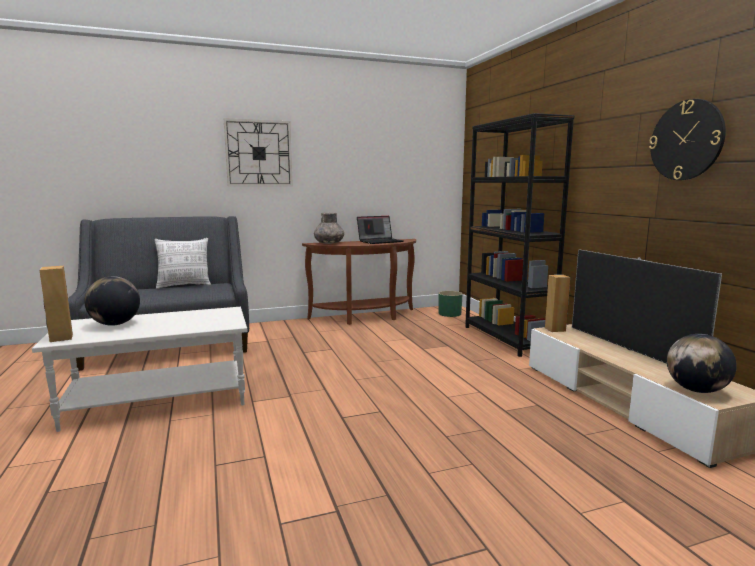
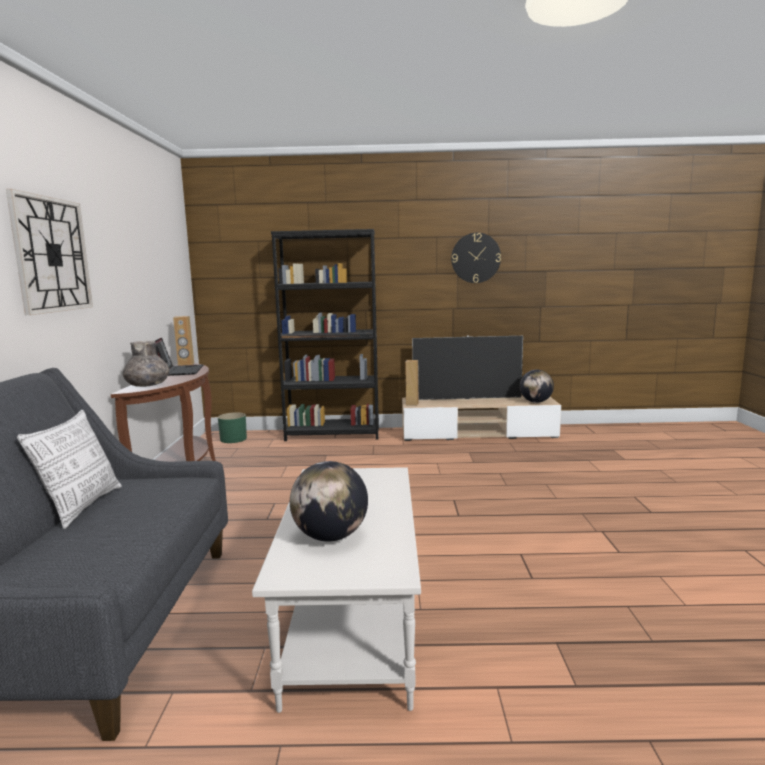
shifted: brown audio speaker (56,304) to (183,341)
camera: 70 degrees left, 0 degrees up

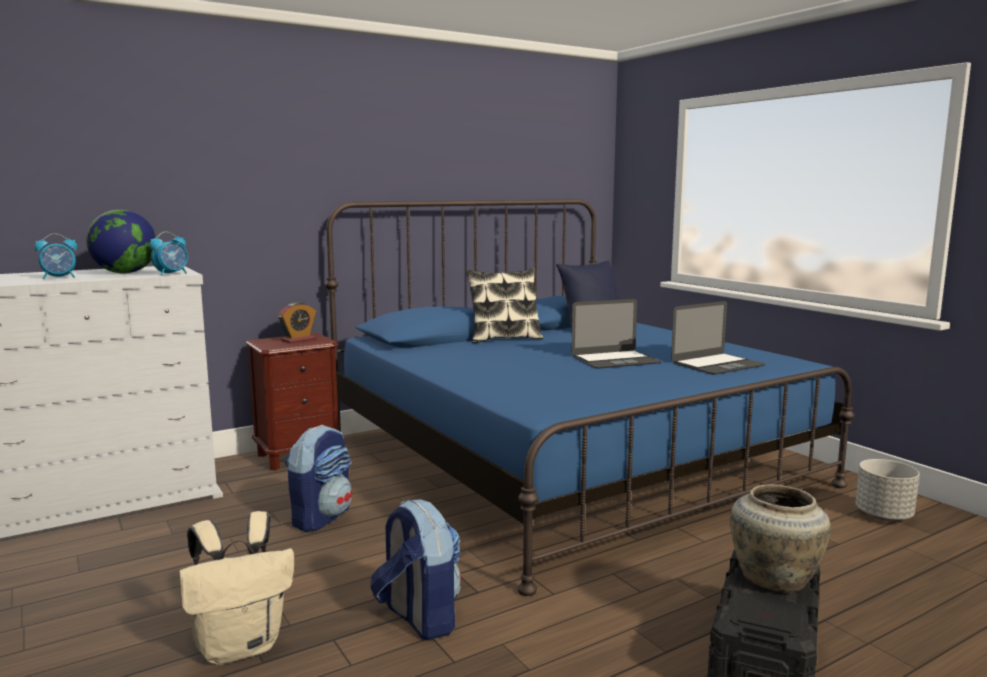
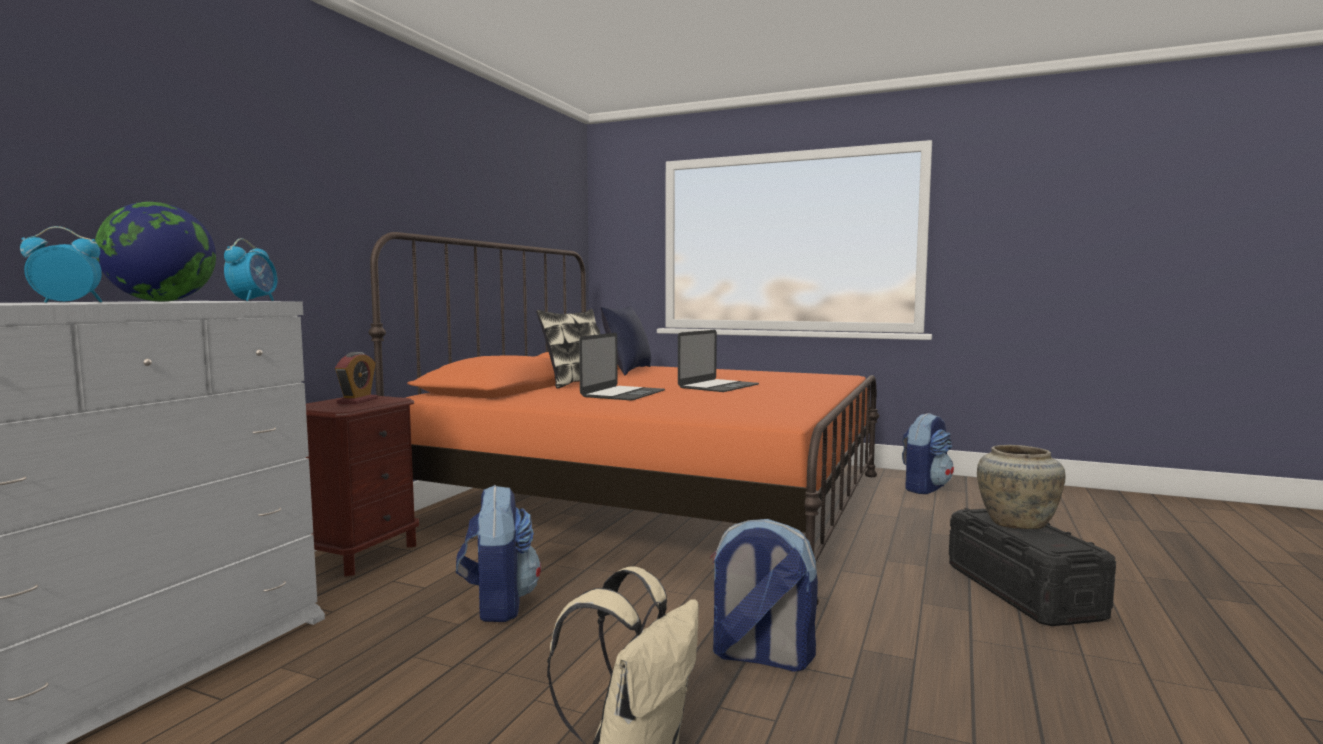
shifted: portable computer (718,337) to (622,366)
swapped: gray flower pot (887,490) to backpack (928,453)
repainted: blue-coloured bedroom bed (589,397) to orange-coloured bedroom bed (623,418)
rotated: bedside clock (56,256) = (61,264) 135 degrees counterclockwise
camera: 35 degrees left, 5 degrees down

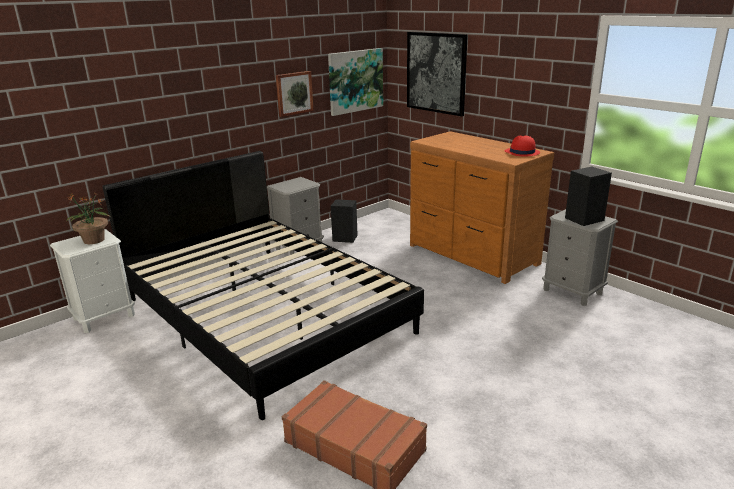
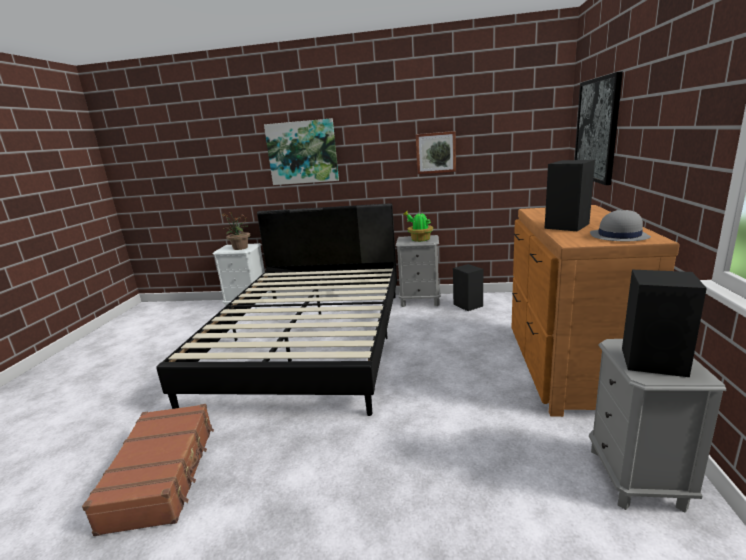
new: plant in a pot (418,226); black audio speaker (570,195)
shifted: picture (355,82) to (301,151)
repainted: red-coloured clothing hat (522,146) to gray clothing hat (620,225)
camera: 50 degrees right, 5 degrees down

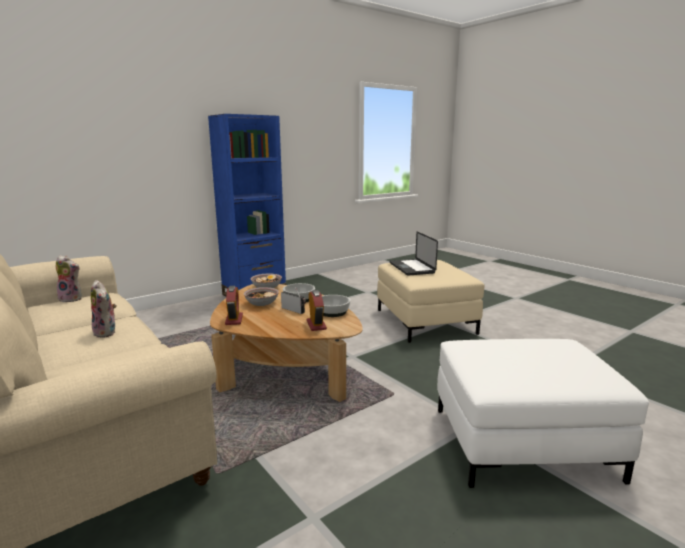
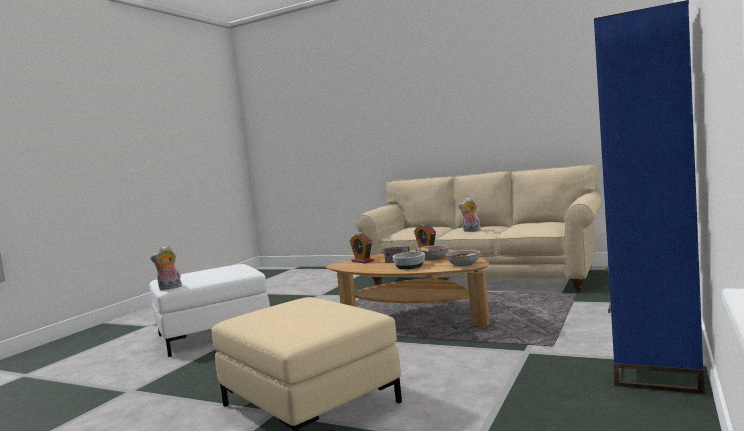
gone: deep dish (336,306); portable computer (414,253)
shifted: soft toy (68,278) to (166,267)
camera: 155 degrees right, 10 degrees down

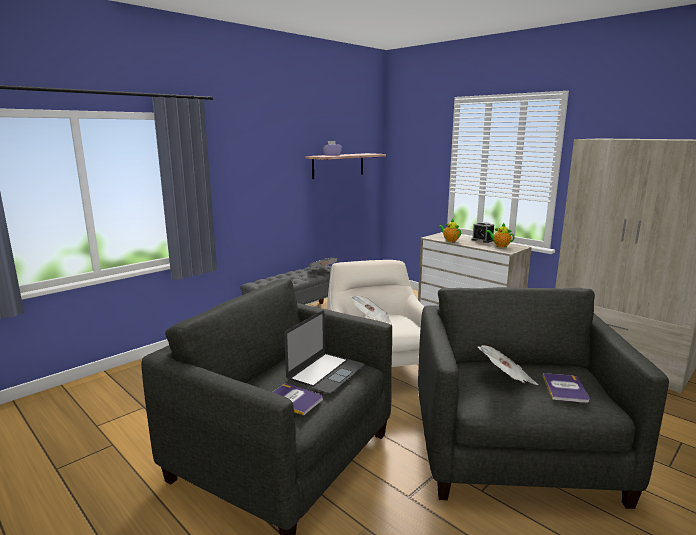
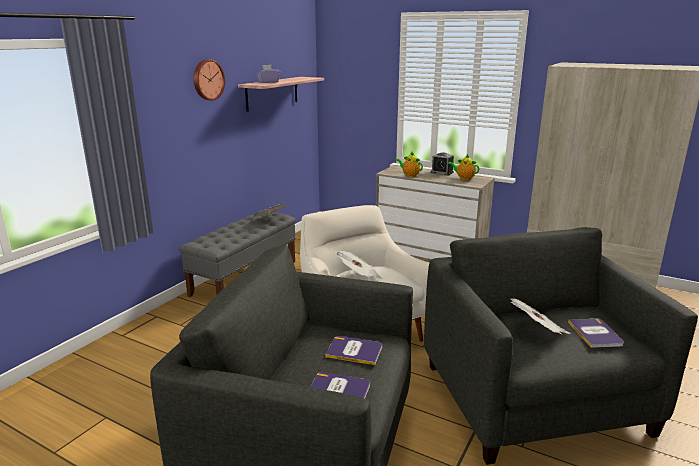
new: wall clock (209,80)
swapped: portable computer (324,352) to book (353,350)
camera: 15 degrees left, 5 degrees up

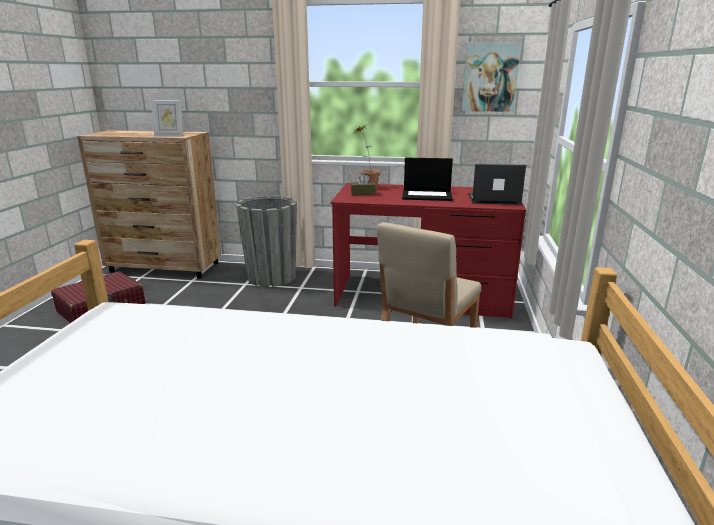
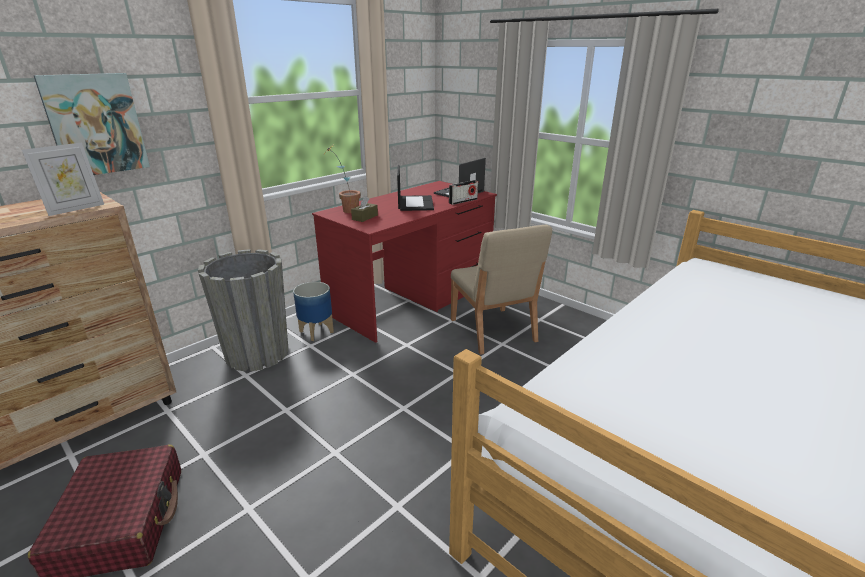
new: flower pot (313,311); radio set (463,192)
shifted: picture (491,77) to (91,124)
rotated: portable computer (427,179) = (415,188) 45 degrees counterclockwise
camera: 55 degrees left, 5 degrees up

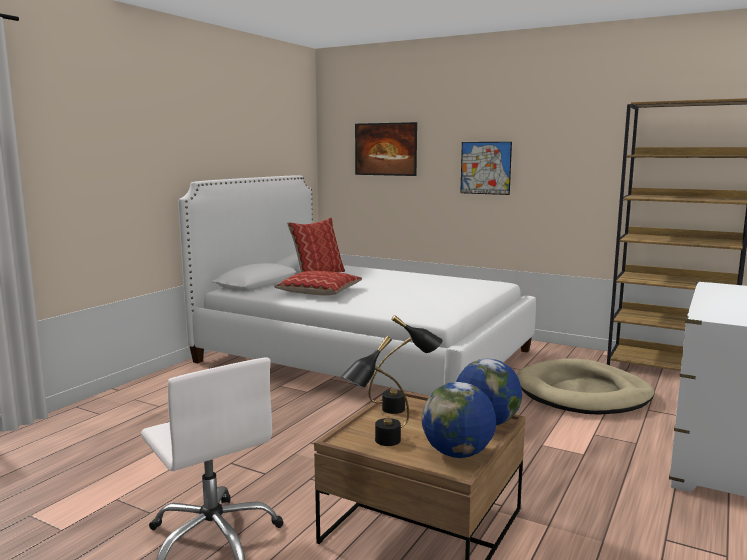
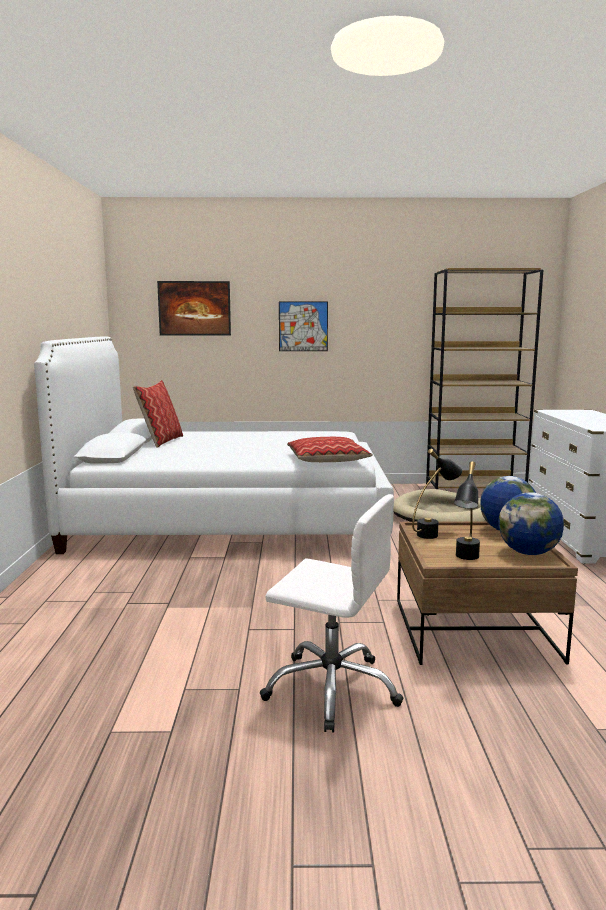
shifted: cushion (318,283) to (330,449)
camera: 30 degrees left, 0 degrees up

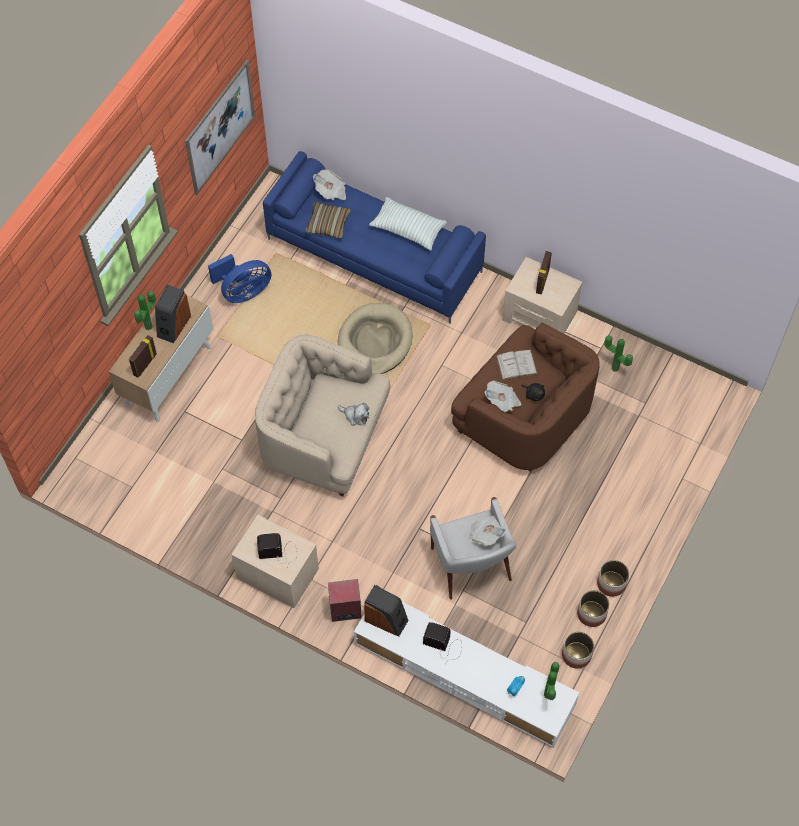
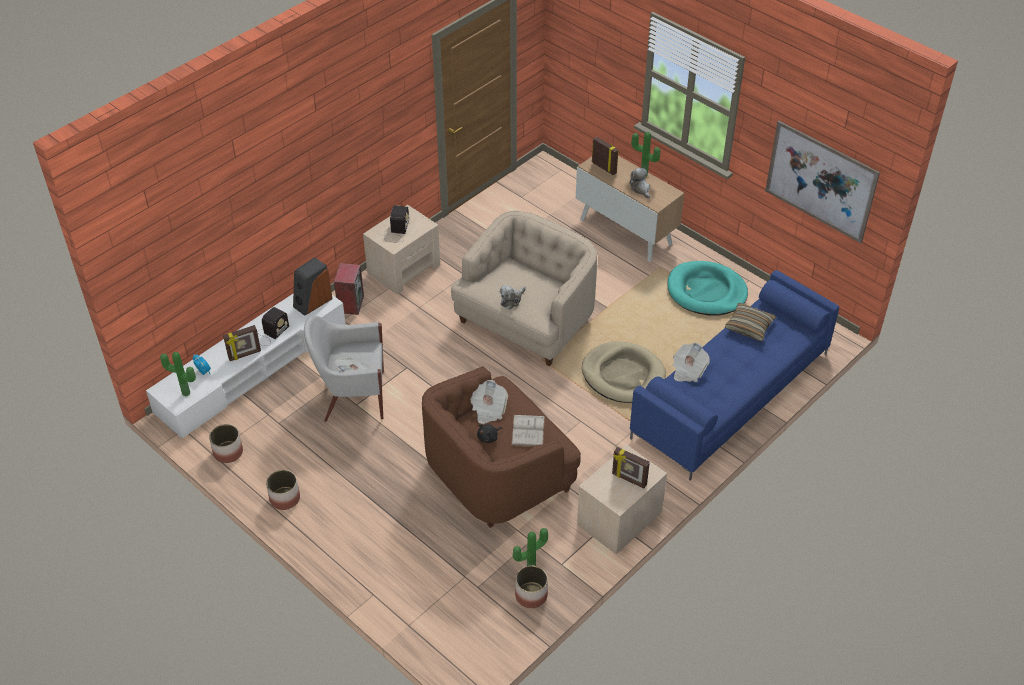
gone: cushion (408,224)
new: standing frame (242,343)
shifted: flower pot (593,608) to (531,587); printed paper (329,184) to (691,362)
swapped: audio speaker (173,314) to soft toy (640,183); blue-coloured electric fan (239,278) to blue-green dog cushion (708,288)
camera: 105 degrees right, 15 degrees down

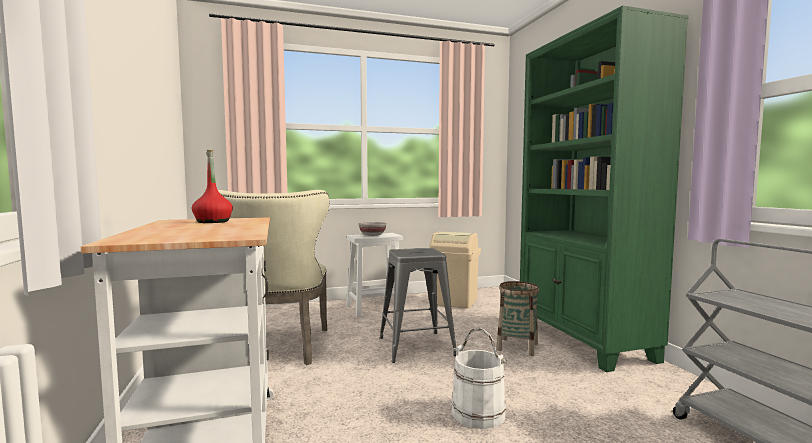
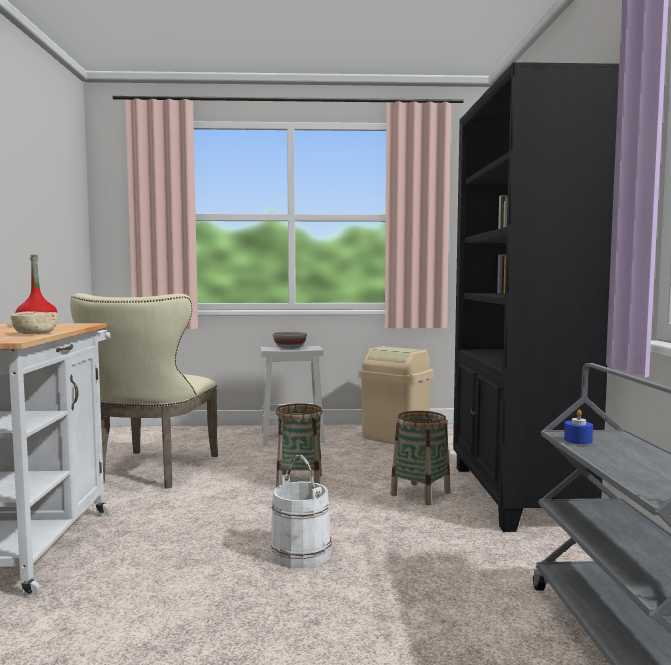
new: sand-coloured deep dish (34,322); blue-coloured wax light (578,426)
swapped: gray stool seat (418,305) to basket (299,445)
repainted: green bookcase (604,188) to black bookcase (536,297)
camera: 15 degrees right, 0 degrees up

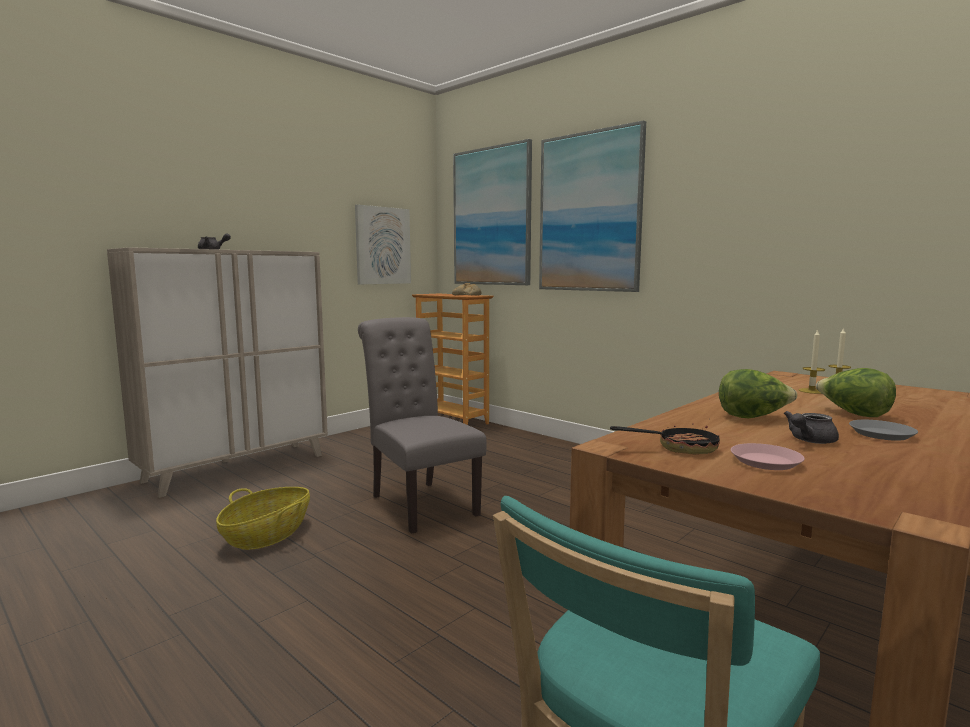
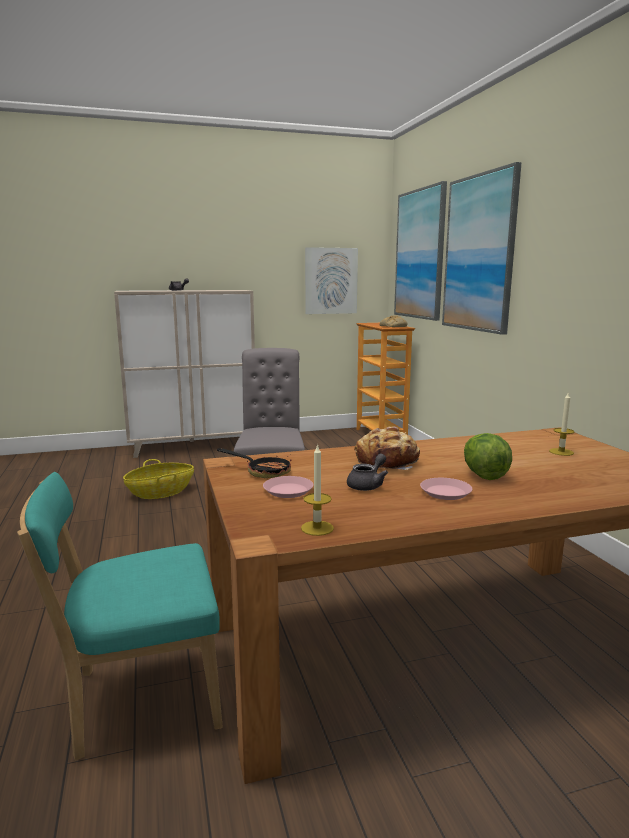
shifted: wax light (812,361) to (317,490)
swapped: lettuce (758,393) to baked bread (387,448)
repainted: gray dinner plate (883,430) to pinkish dinner plate (446,489)
rotated: gray pot for tea (811,427) = (367,472) 135 degrees clockwise
camera: 30 degrees right, 5 degrees up

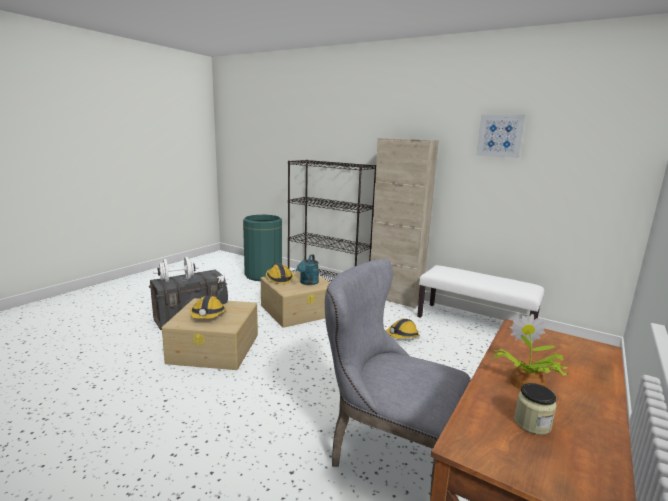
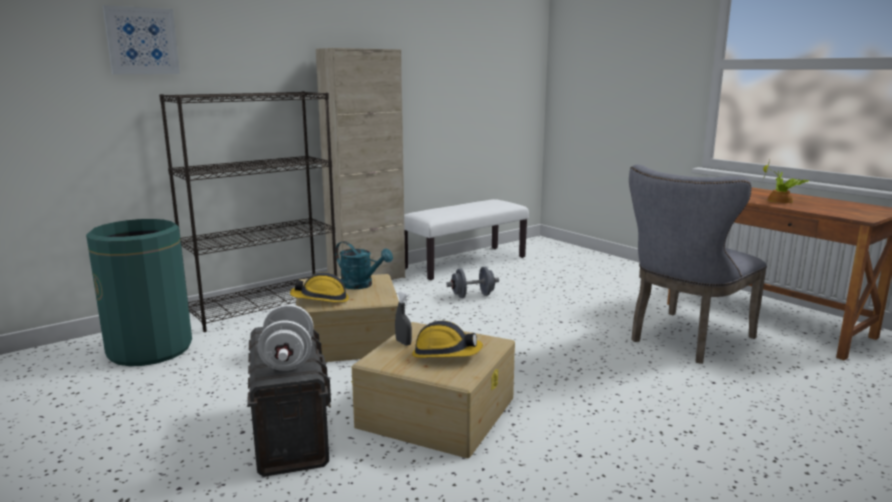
gone: preserve jar (535,409)
shifted: picture (501,136) to (141,39)
swapped: work helmet (403,329) to gray hand weight (472,282)
camera: 70 degrees left, 0 degrees up

